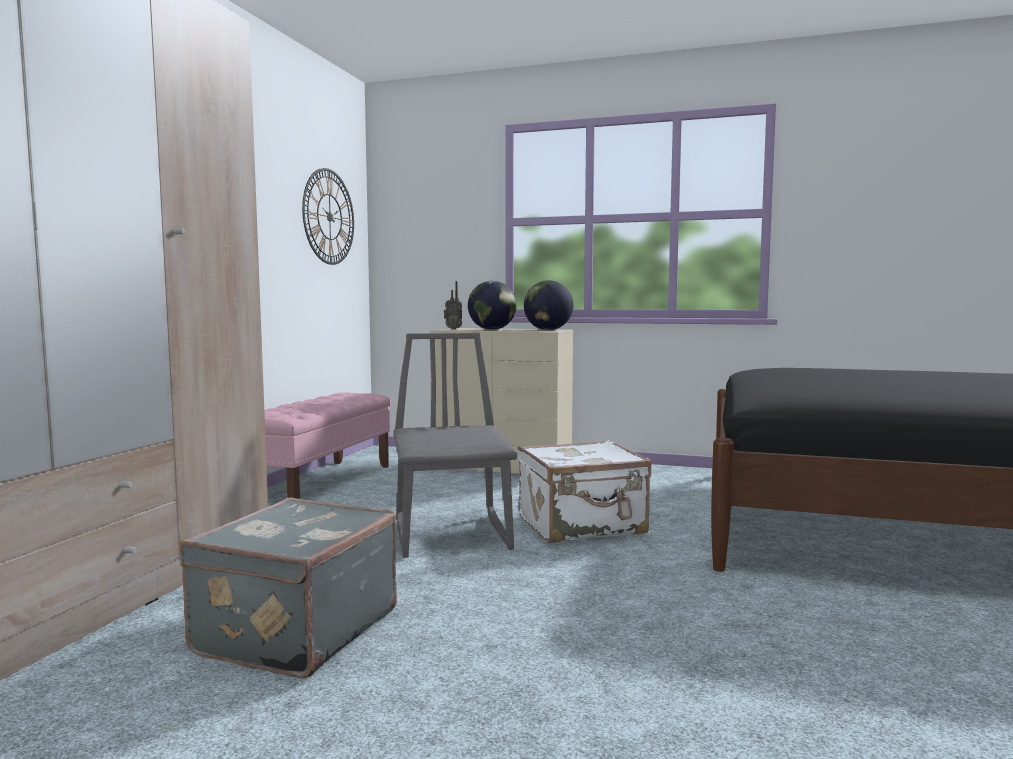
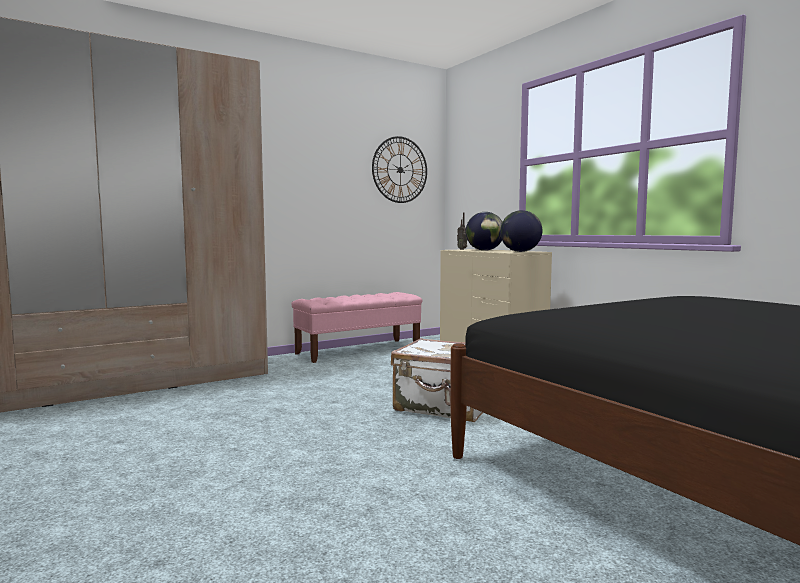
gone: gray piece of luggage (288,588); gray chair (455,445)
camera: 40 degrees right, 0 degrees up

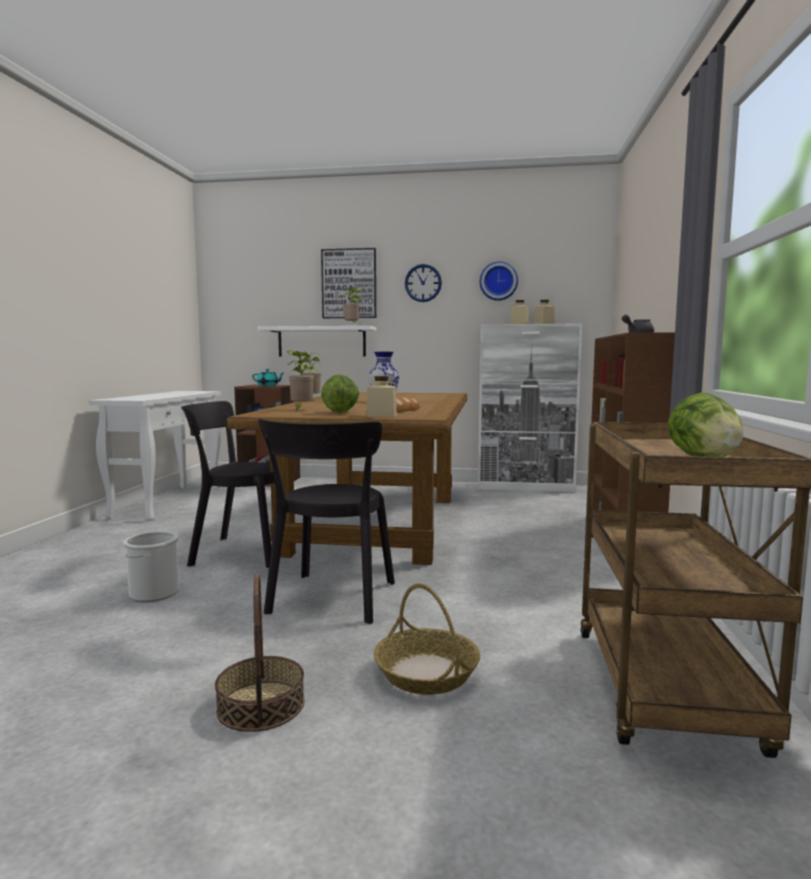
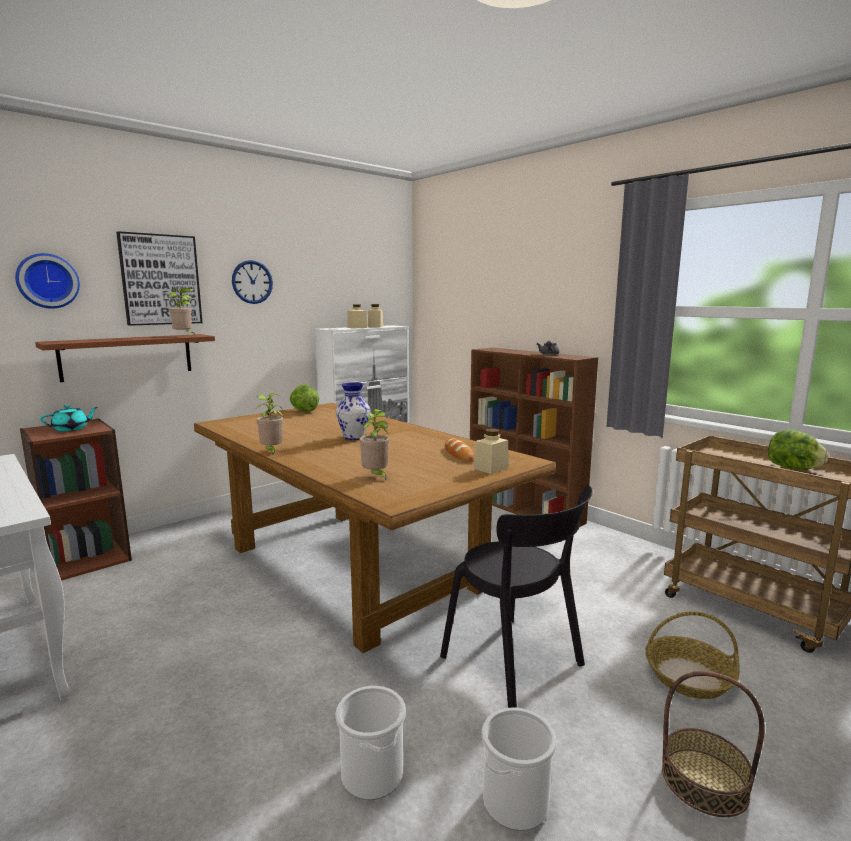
gone: black chair (228,484)
new: water bucket (519,769)
shifted: wall clock (499,281) to (47,281); lettuce (340,393) to (304,398)
repainted: white-coloured bracket shelf (317,341) to brown bracket shelf (125,358)
camera: 50 degrees left, 5 degrees up

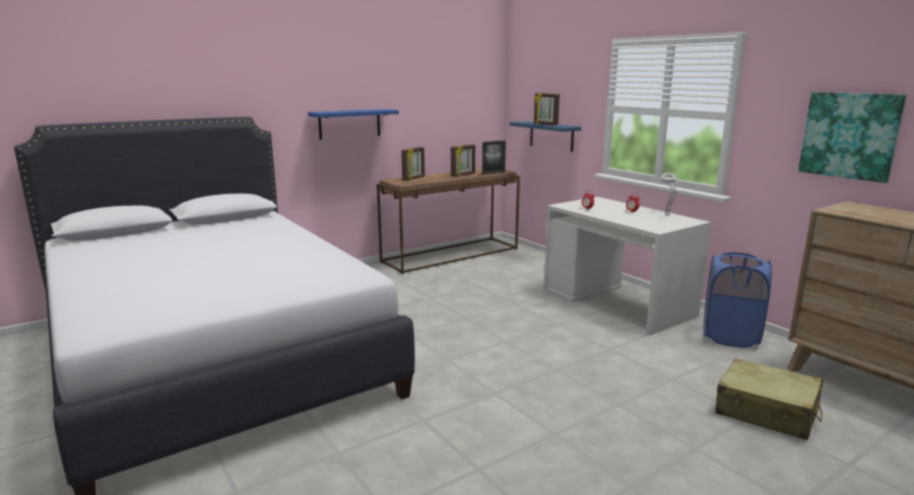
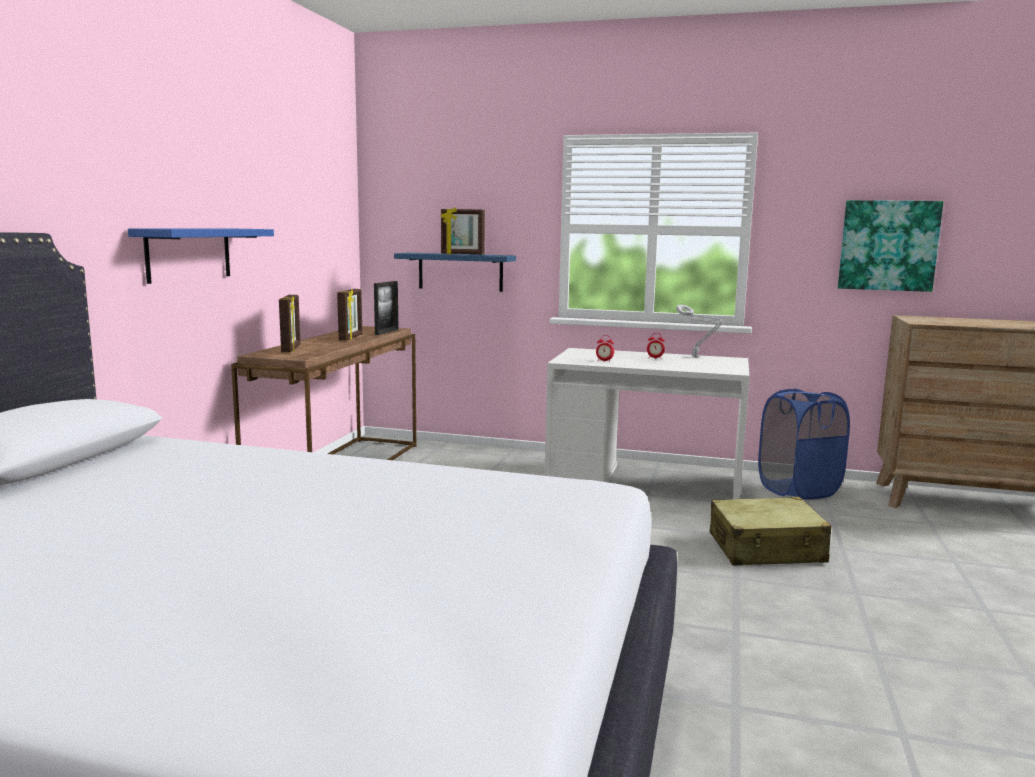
shifted: sand-coloured piece of luggage (769,399) to (770,531)
camera: 40 degrees left, 5 degrees down

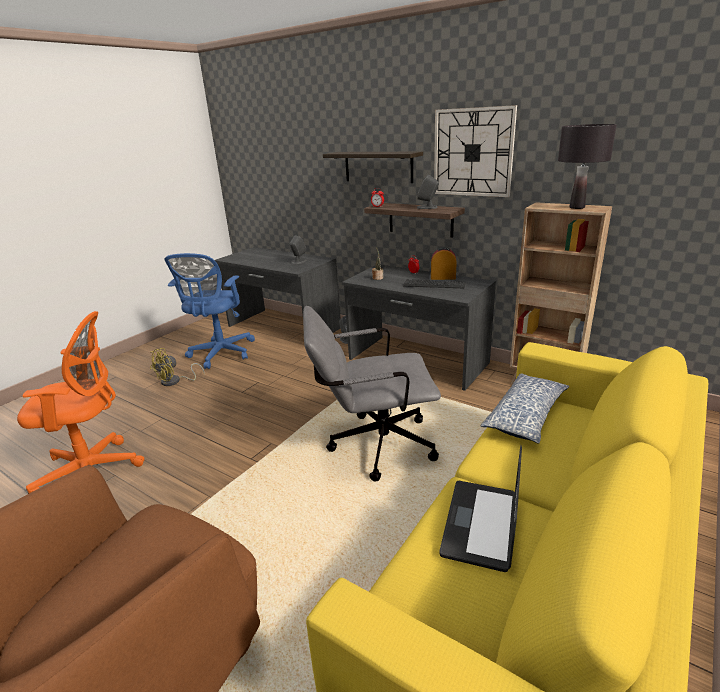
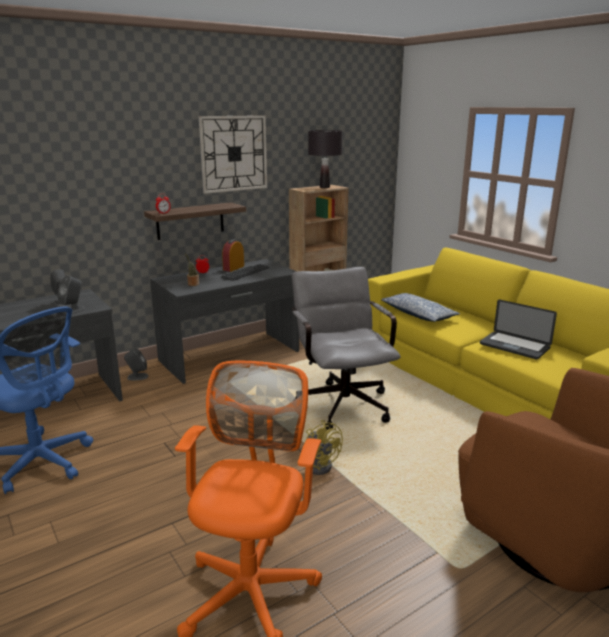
gone: bracket shelf (373,167)
shifted: gray audio speaker (428,191) to (71,294); yellow electric fan (177,367) to (324,447)
rotated: gray computer chair (372,394) = (346,348) 150 degrees clockwise
camera: 70 degrees left, 5 degrees down

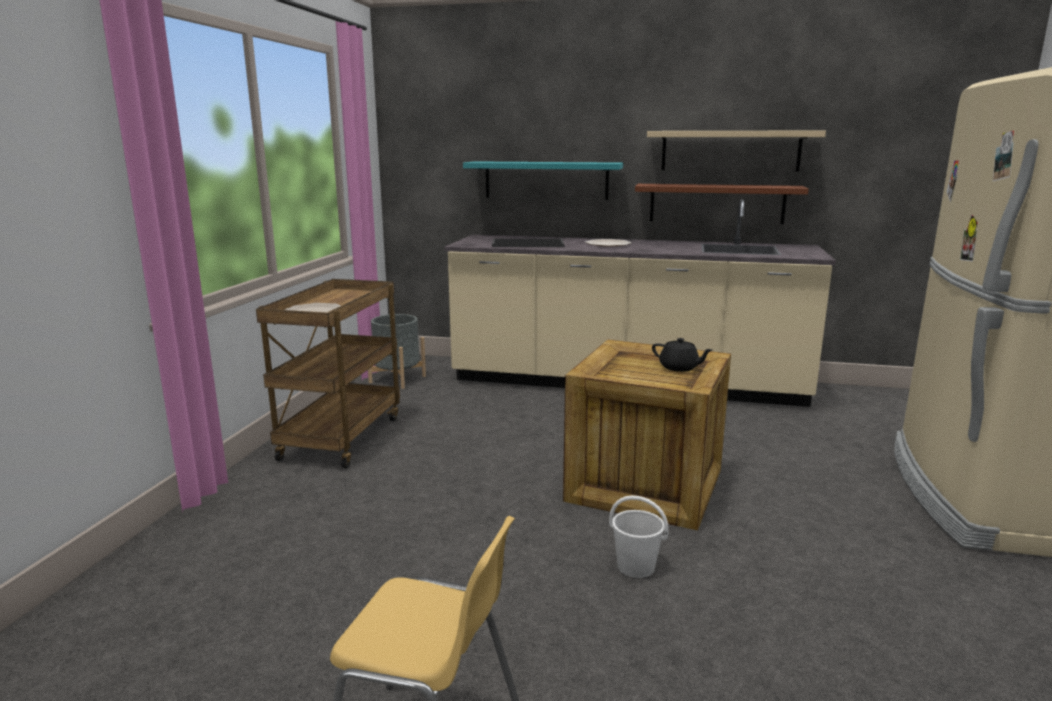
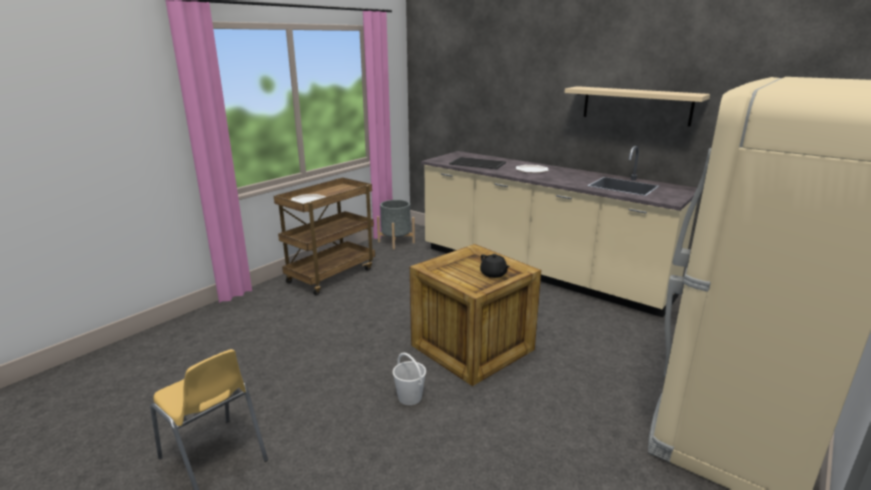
gone: blue-green bracket shelf (543,180); brown bracket shelf (722,204)
camera: 25 degrees right, 5 degrees up

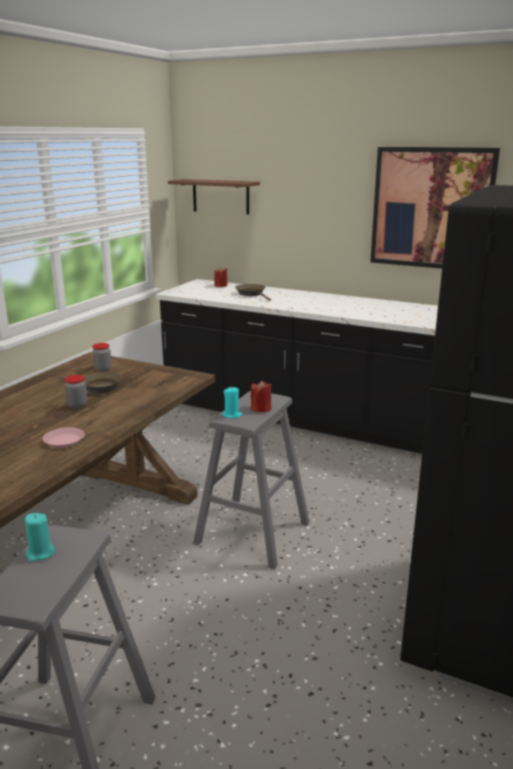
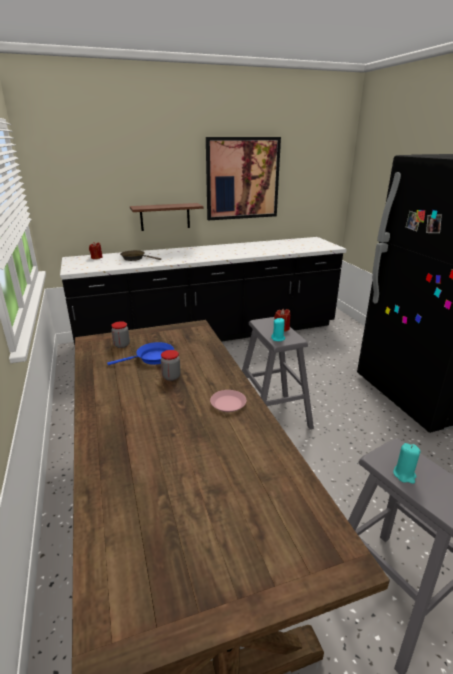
shifted: brown bracket shelf (214,197) to (166,217)
repainted: brown frying pan (90,383) to blue-coloured frying pan (140,353)
camera: 45 degrees left, 5 degrees up

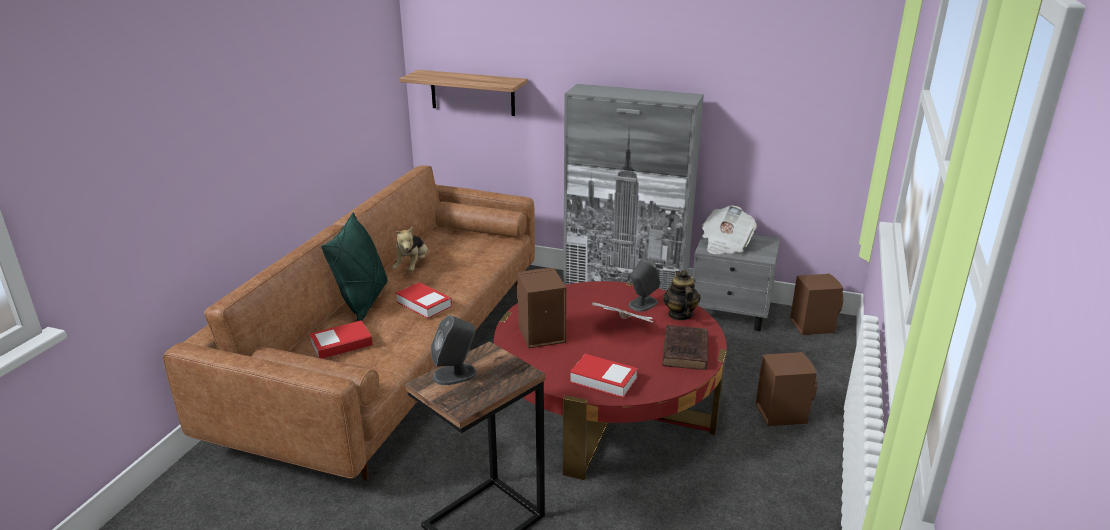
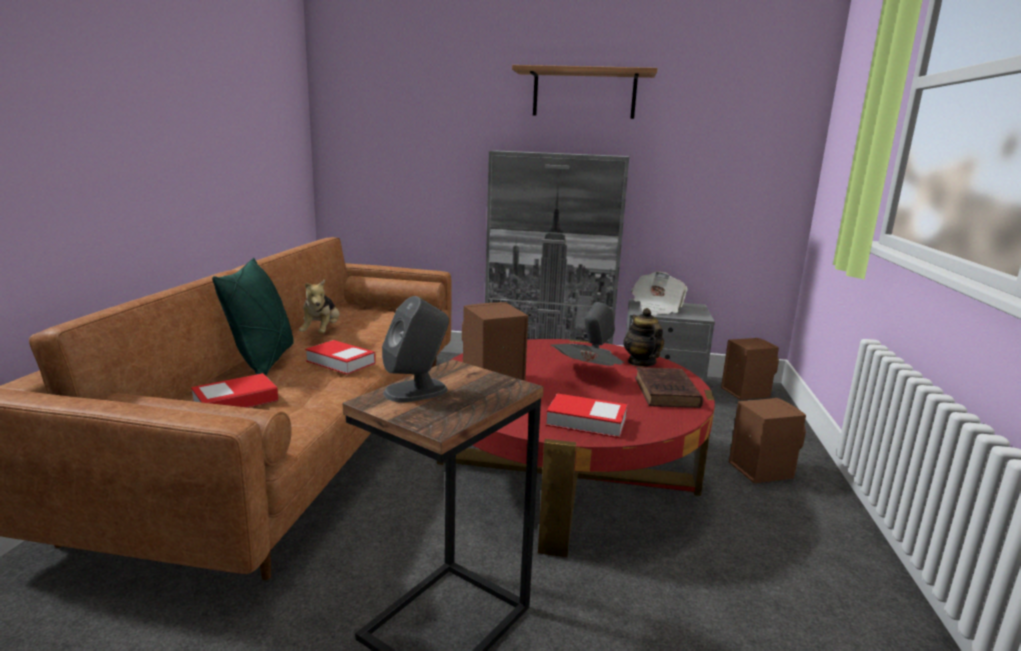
shifted: bracket shelf (463,93) to (585,92)
camera: 10 degrees left, 10 degrees down

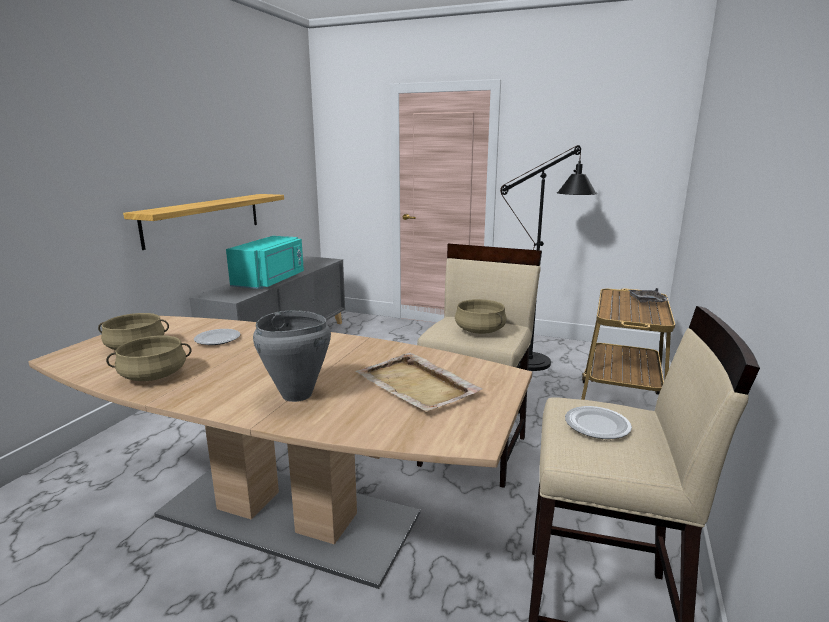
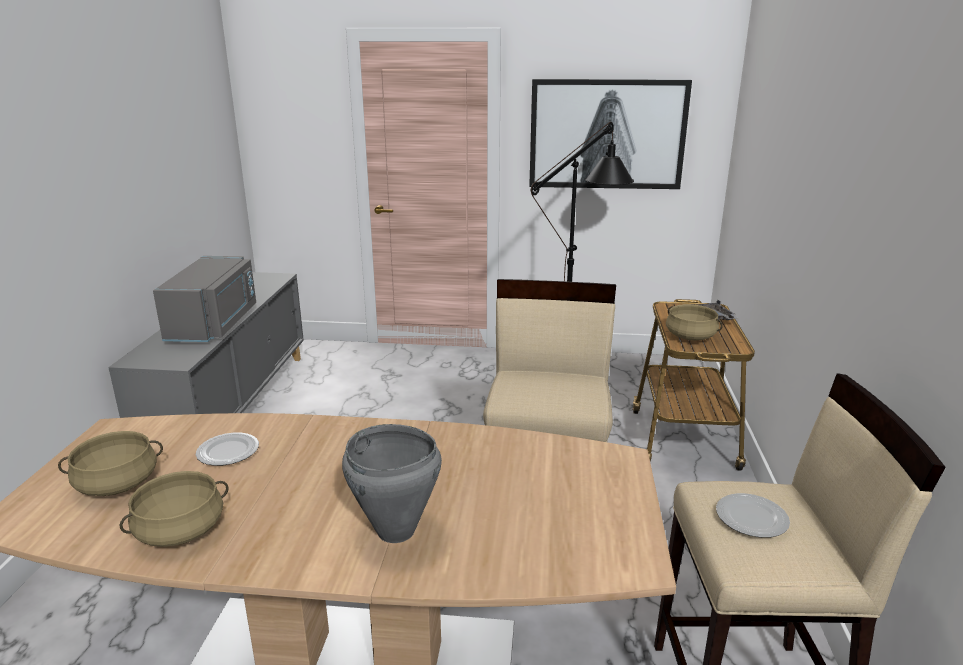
gone: bracket shelf (203,222); sand-coloured carrying tray (419,382)
new: picture (610,134)
shifted: sand-coloured stockpot (481,316) to (694,322)
repainted: blue-green microwave (265,262) to gray microwave (204,299)
camera: 15 degrees left, 5 degrees up

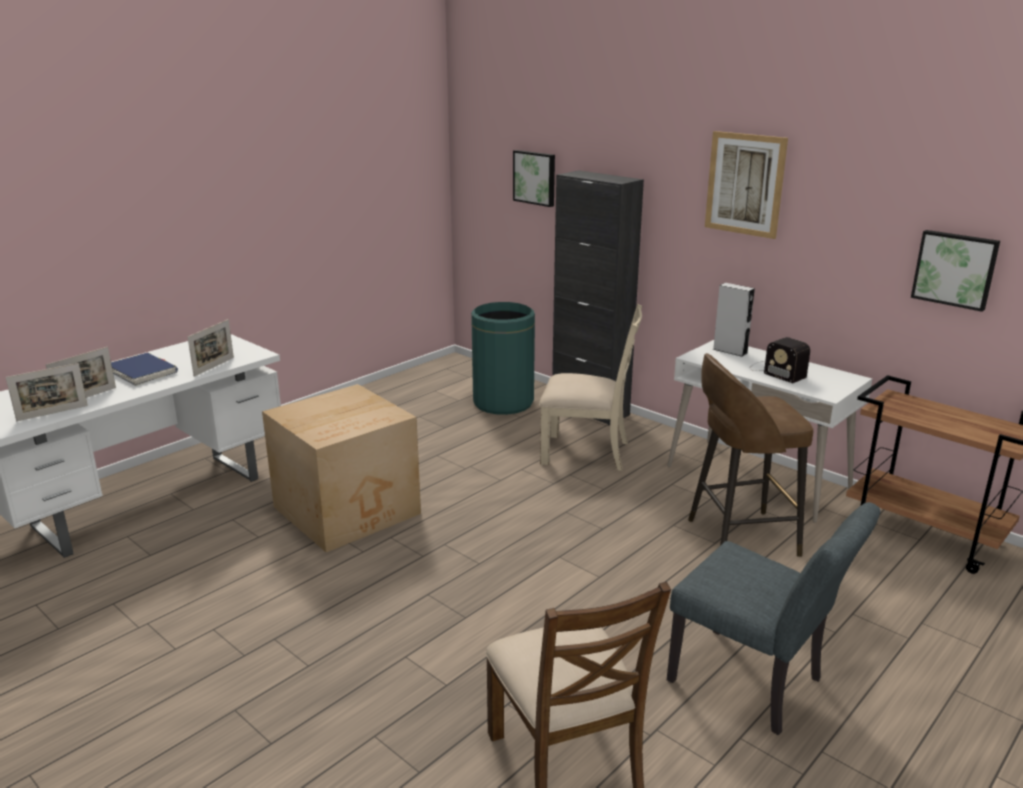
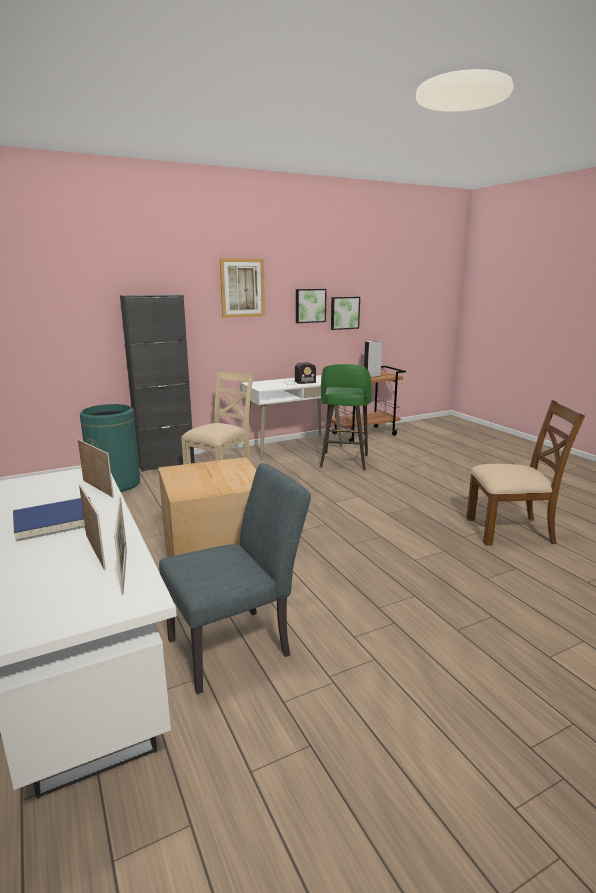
shifted: gray chair (774,618) to (235,578); picture (534,178) to (311,306); gray audio speaker (734,320) to (373,359)
repainted: brown stool seat (750,455) to green stool seat (346,417)
camera: 70 degrees left, 5 degrees down

